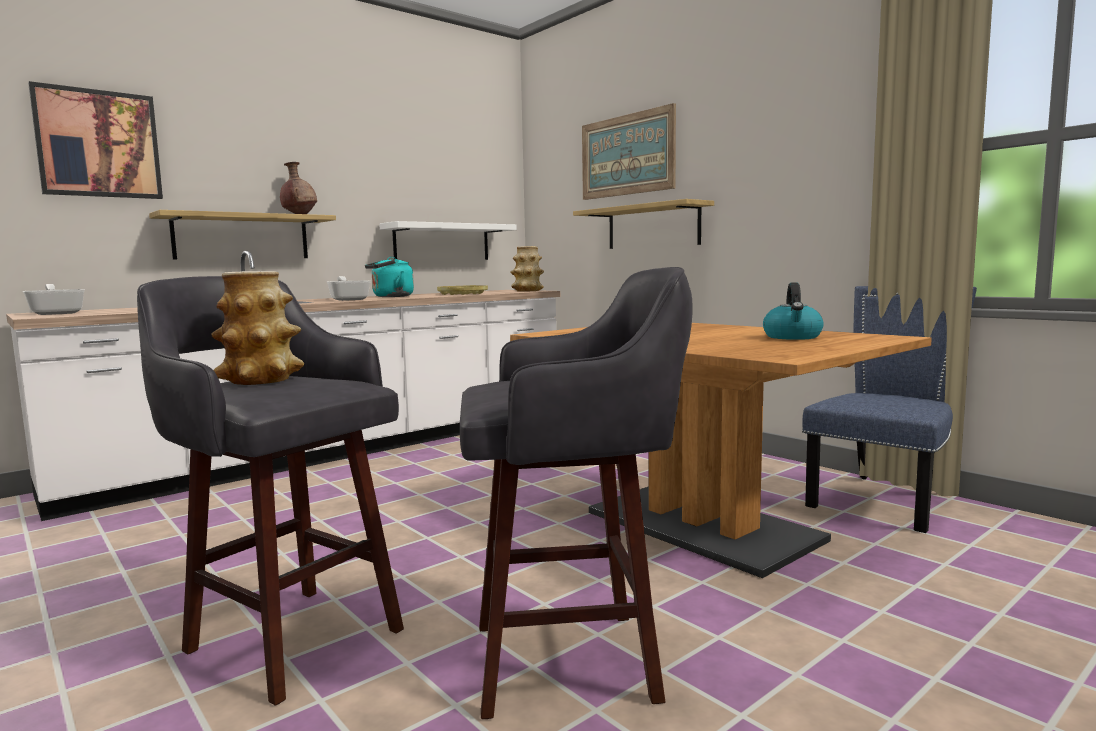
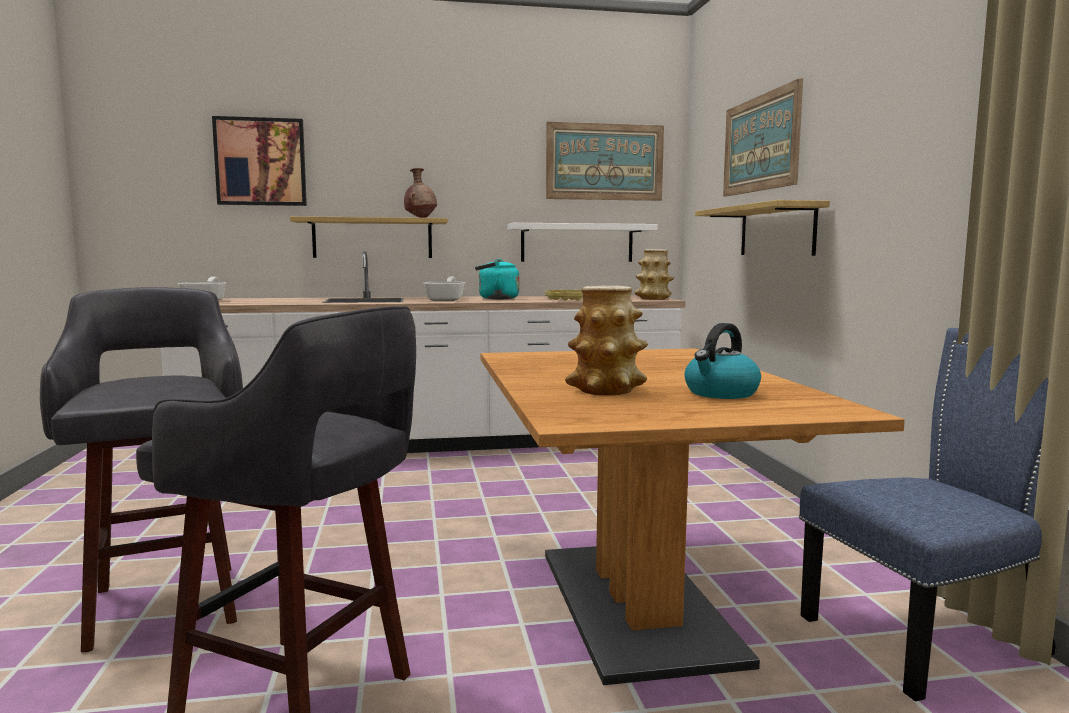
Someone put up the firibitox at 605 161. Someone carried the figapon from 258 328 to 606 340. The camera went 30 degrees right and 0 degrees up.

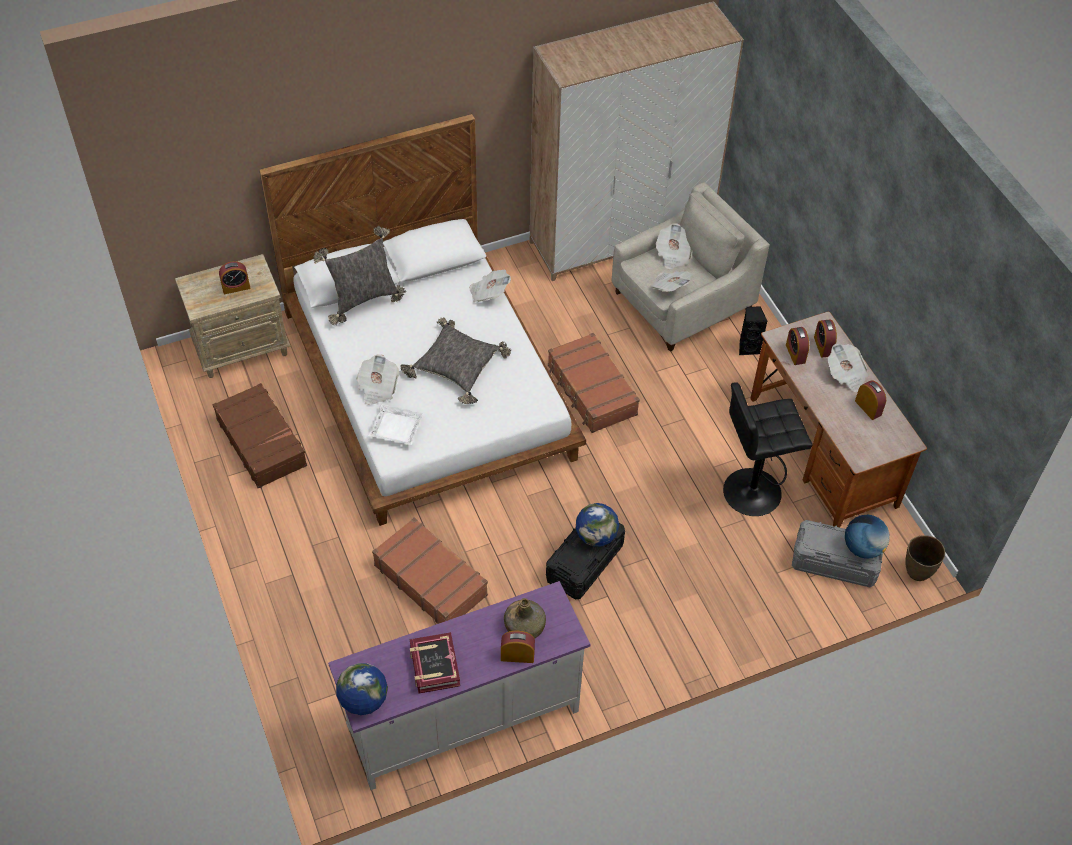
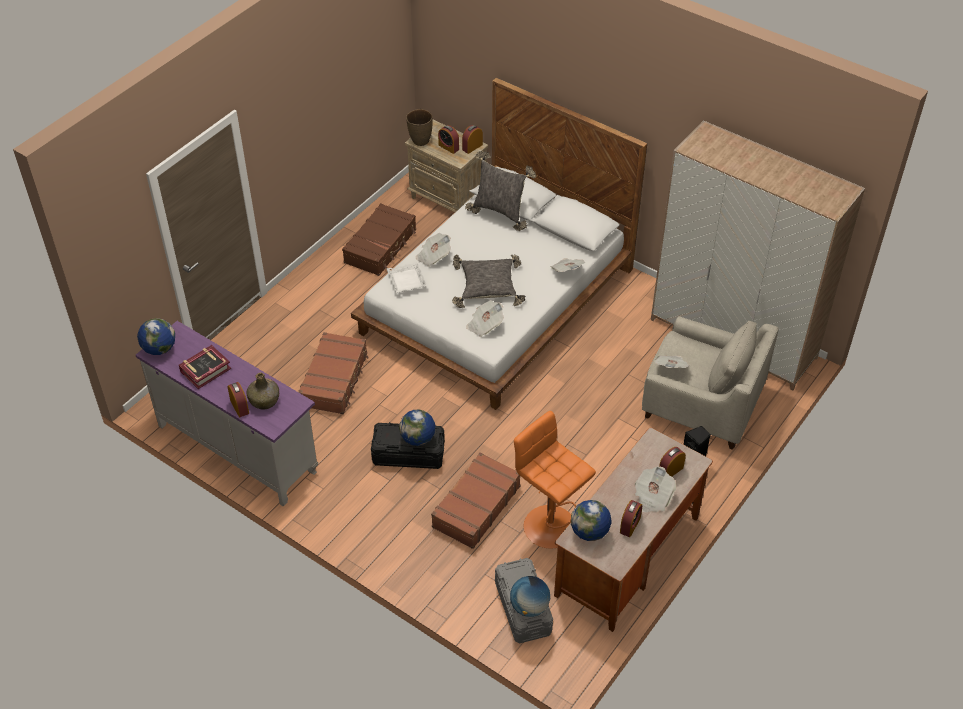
Someone put down the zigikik at 591 520. Someone carried the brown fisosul from 594 383 to 476 500. Someone carried the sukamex from 674 246 to 485 318. Someone carried the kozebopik from 797 346 to 472 139. Someone carried the brown figapon from 925 558 to 419 127. Someone repainted the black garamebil at 767 449, which became the orange garamebil at 555 479. The camera went 60 degrees right and 5 degrees down.

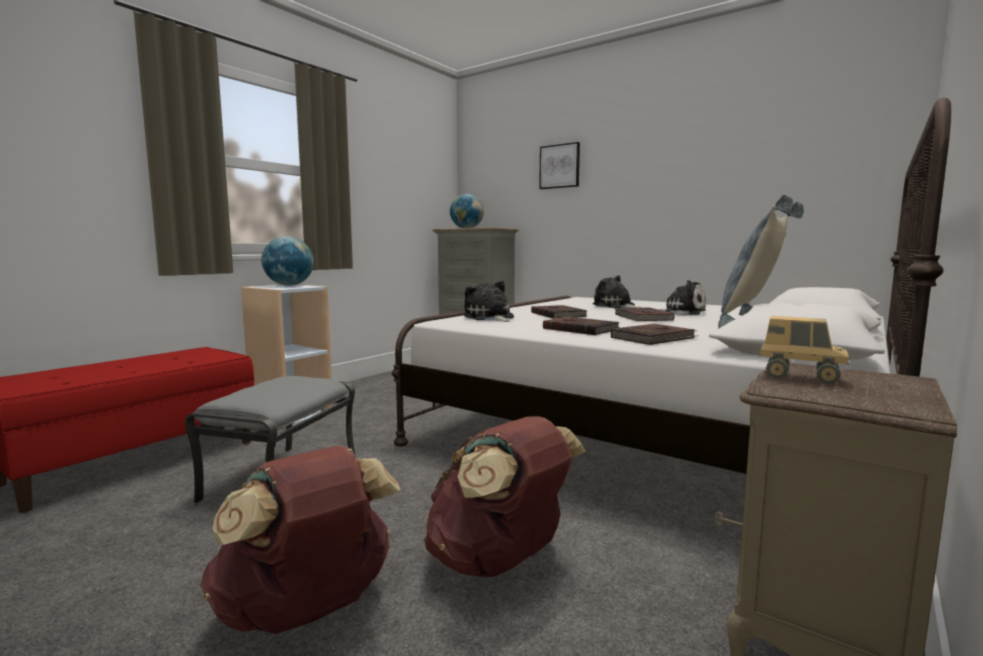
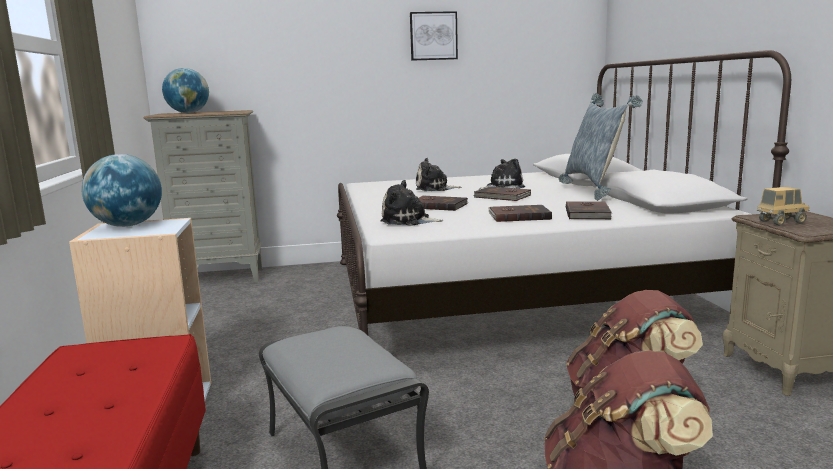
Someone carried the firibitox from 559 165 to 434 36. The camera went 45 degrees left and 5 degrees up.

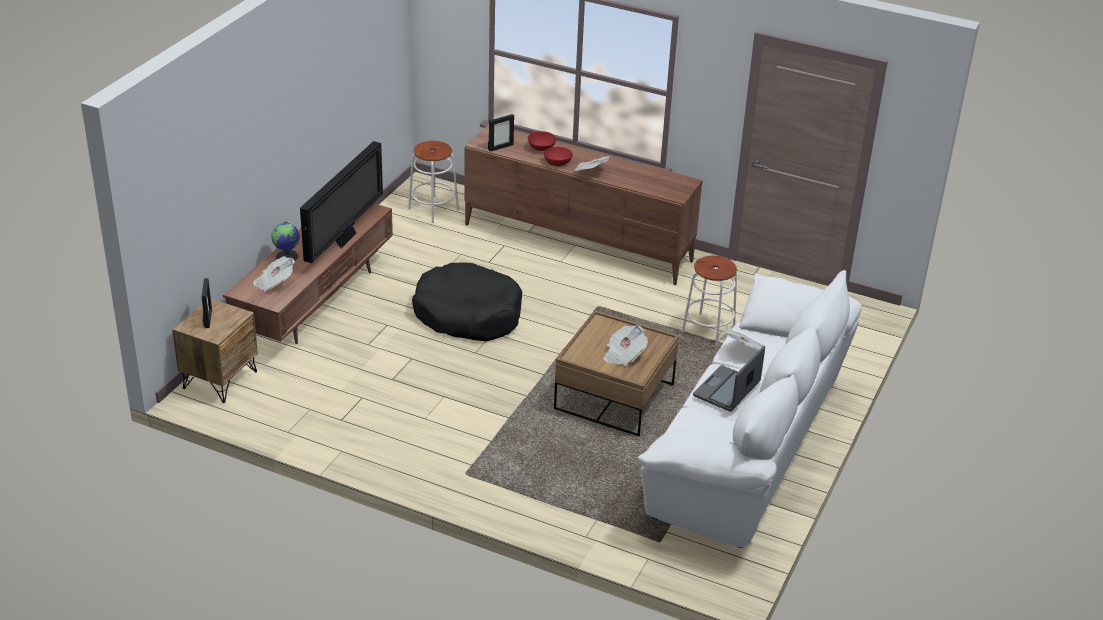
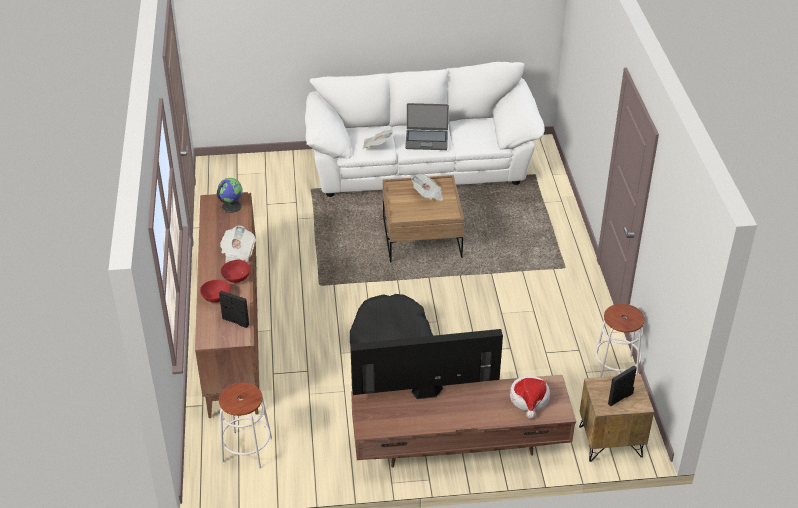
Someone carried the zigikik from 285 241 to 230 195. Someone carried the white garamebil from 709 300 to 620 340. Someone swapped the sukamex at 274 274 for the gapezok at 530 397. The camera went 120 degrees left and 5 degrees up.

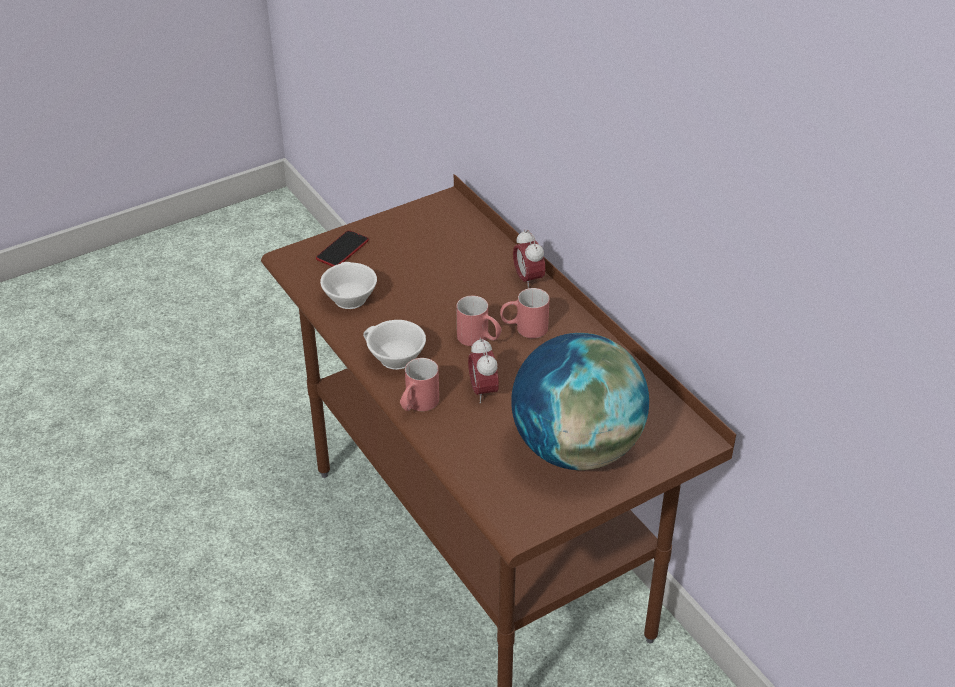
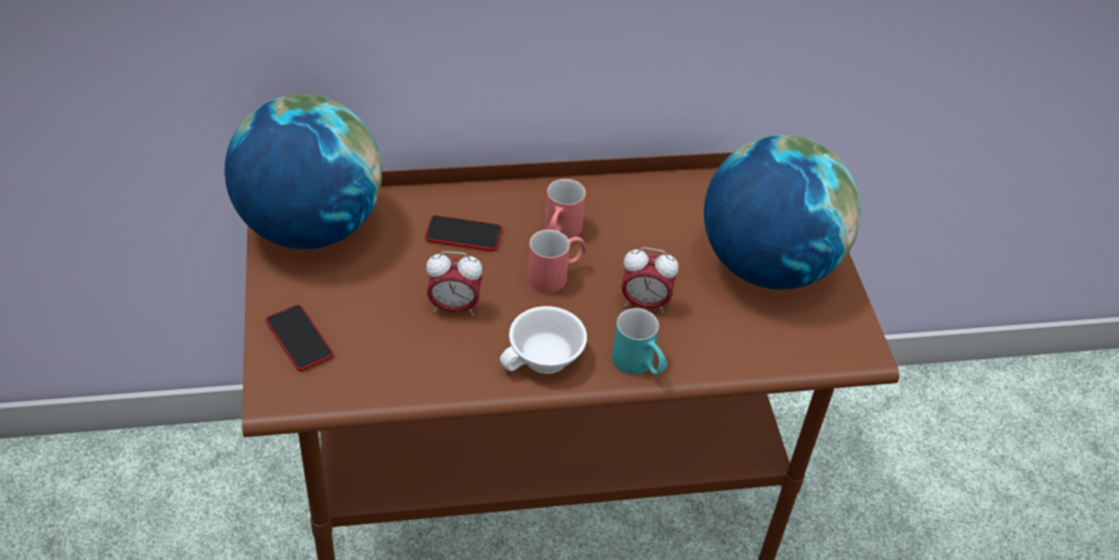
Someone took away the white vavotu at 348 285. Someone put down the zigikik at 303 171. Someone put down the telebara at 463 233. Someone carried the kozebopik from 529 258 to 454 283. Someone repainted the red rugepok at 419 384, which became the turquoise rugepok at 639 341. The camera went 70 degrees left and 5 degrees up.

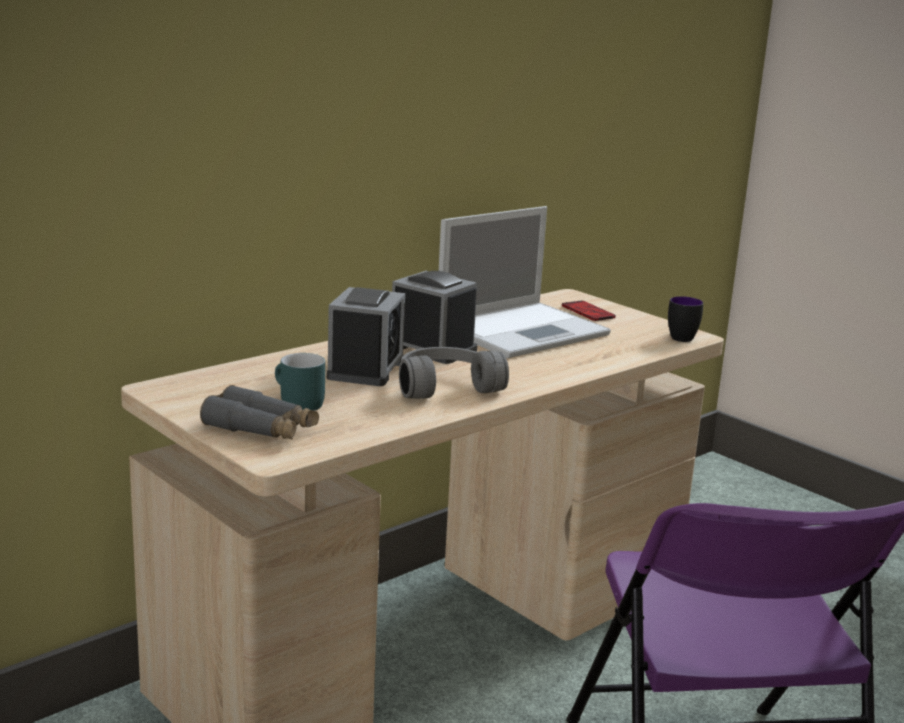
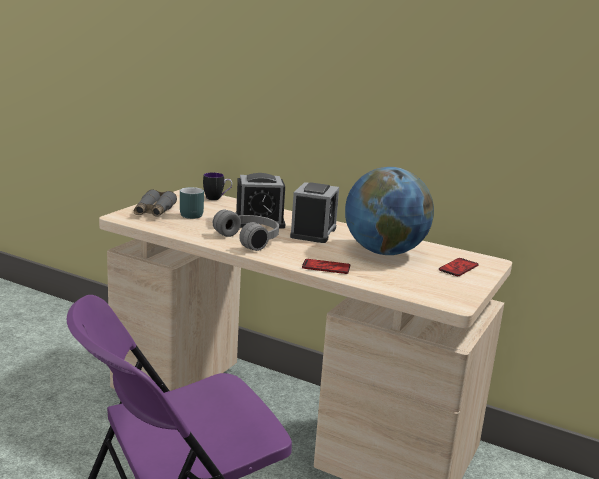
Someone put down the telebara at 326 266. Someone carried the rugepok from 685 319 to 217 186. Someone swapped the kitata at 525 282 for the zigikik at 389 211. The camera went 70 degrees right and 0 degrees up.

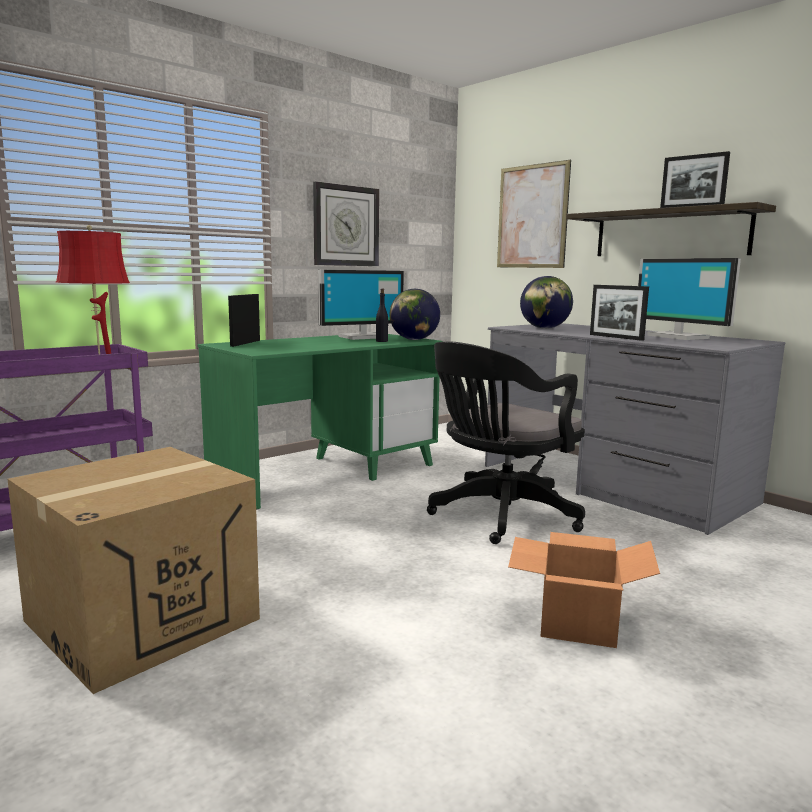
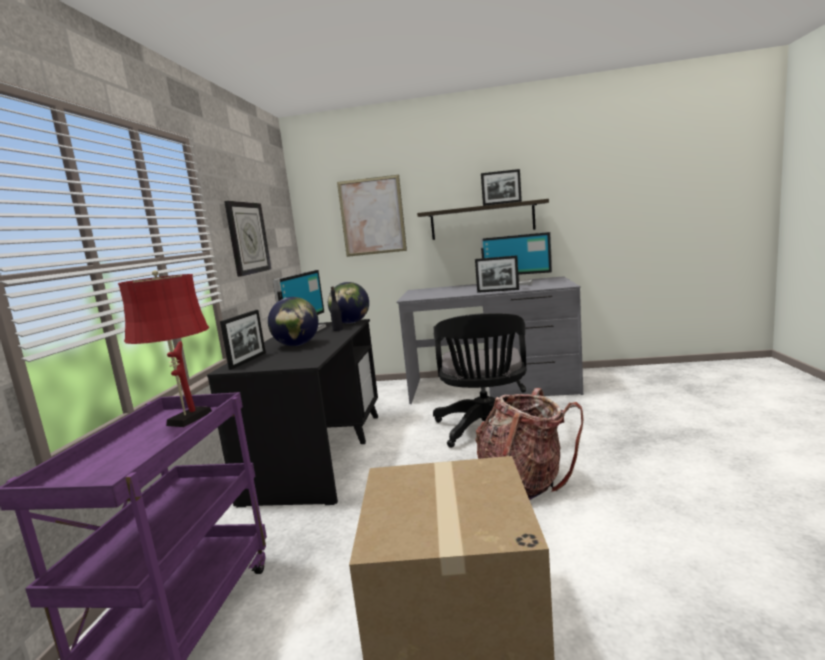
Someone took away the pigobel at 584 590. Someone put down the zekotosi at 529 444. Someone carried the zigikik from 546 302 to 293 321. Someone repainted the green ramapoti at 320 422, which became the black ramapoti at 292 413. Someone rotated the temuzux at 244 320 by 135 degrees counterclockwise. The camera went 40 degrees left and 0 degrees up.

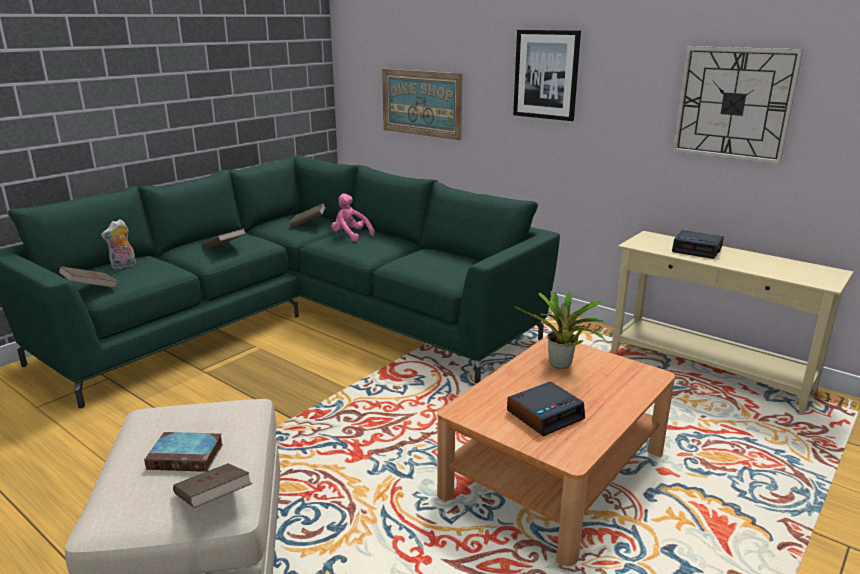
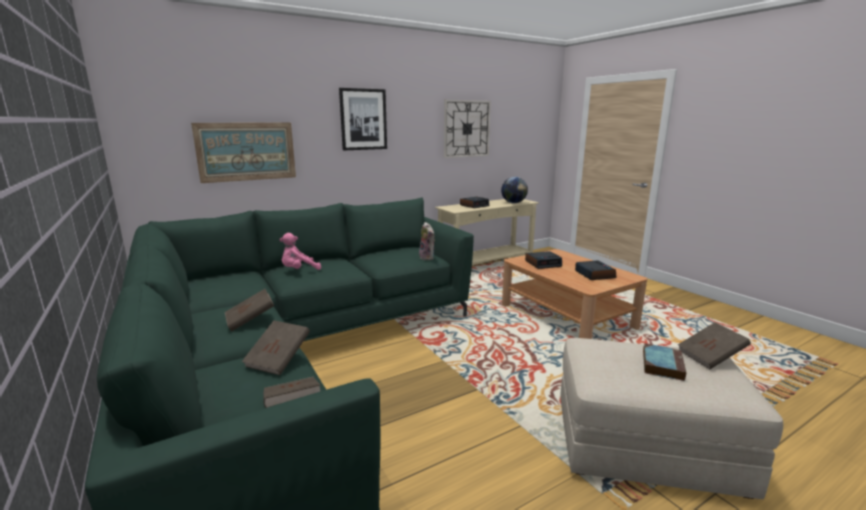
Someone put down the zigikik at 514 190. Someone carried the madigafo from 118 244 to 427 241. Someone carried the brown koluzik from 307 215 to 276 347. Someone swapped the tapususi at 559 330 for the kozebopik at 543 260. The camera went 70 degrees left and 5 degrees down.

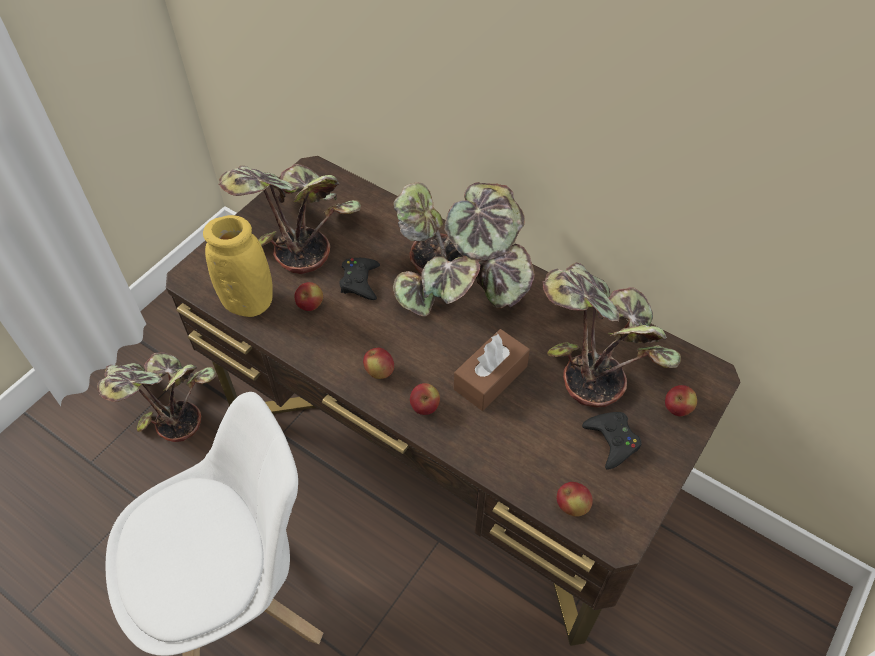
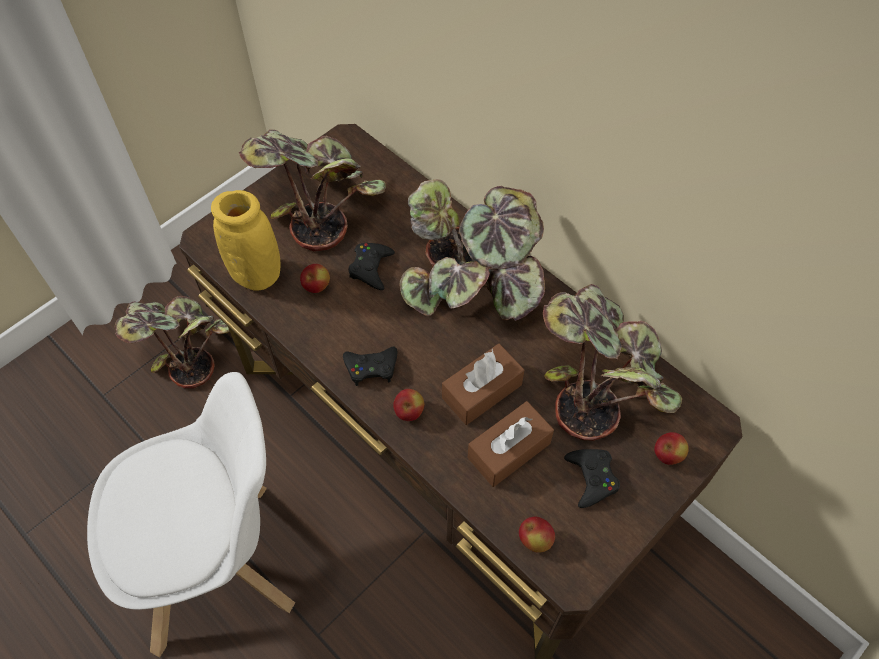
Someone put down the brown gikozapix at 511 444. Someone swapped the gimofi at 378 363 for the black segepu at 370 366. The camera went 10 degrees right and 5 degrees up.

